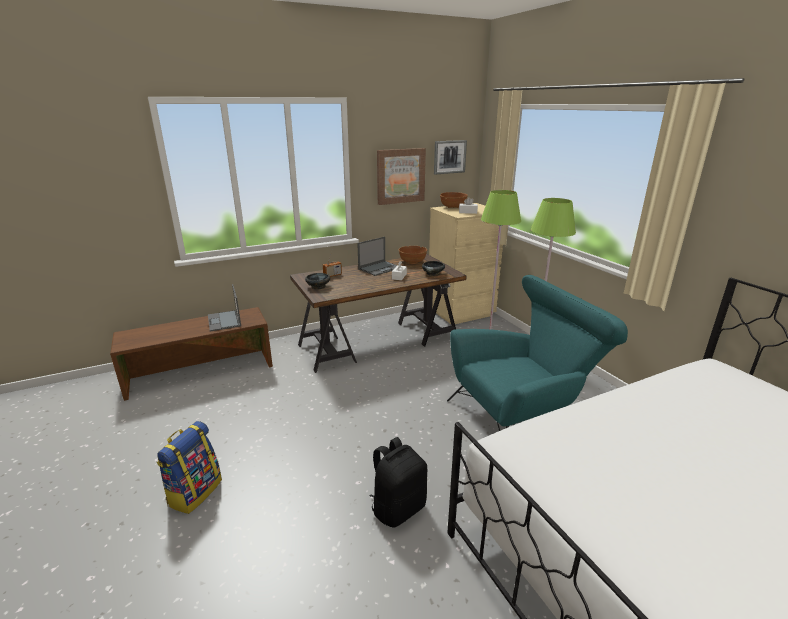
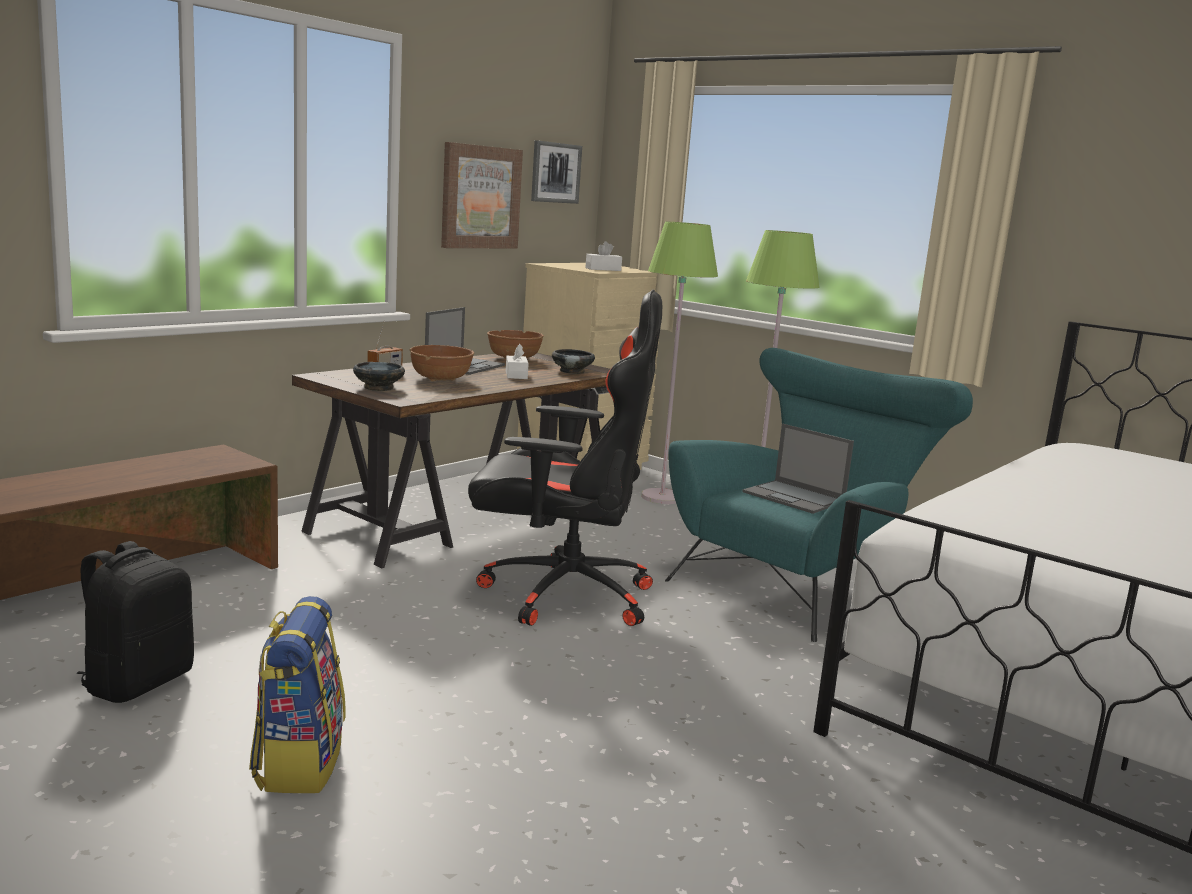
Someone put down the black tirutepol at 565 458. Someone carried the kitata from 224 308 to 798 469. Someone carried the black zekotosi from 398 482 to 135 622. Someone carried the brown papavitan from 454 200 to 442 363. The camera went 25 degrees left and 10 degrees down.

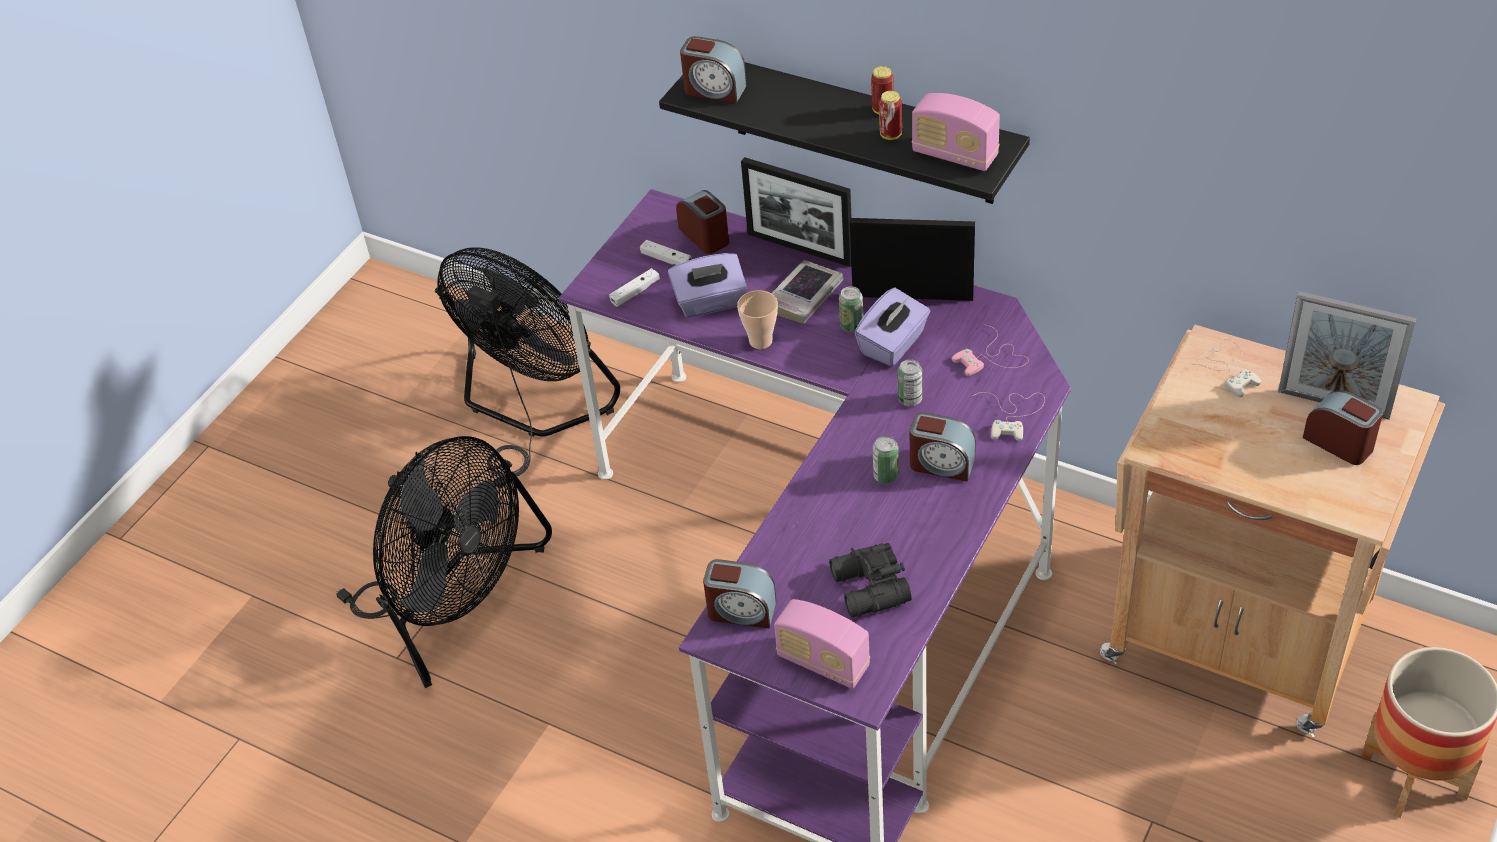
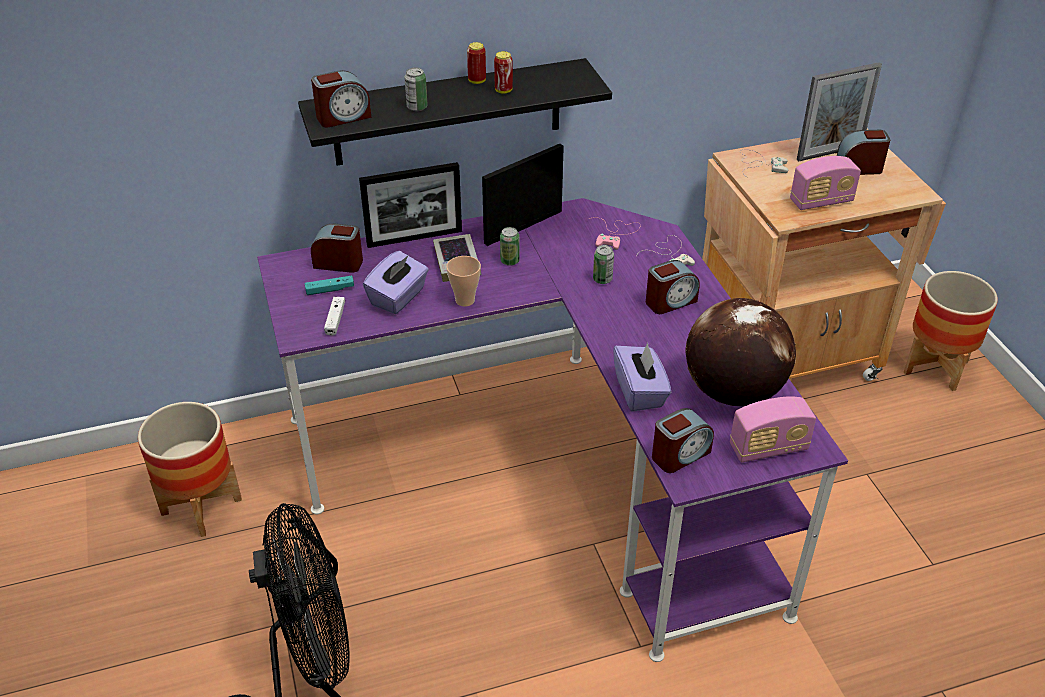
Someone carried the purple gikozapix from 892 327 to 642 377. Someone carried the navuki from 886 460 to 416 89. Someone carried the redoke from 956 132 to 825 183. Someone swapped the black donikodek at 527 367 for the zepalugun at 190 469. Someone swapped the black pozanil at 870 580 for the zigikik at 740 352. Someone repainted the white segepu at 666 252, which became the turquoise segepu at 329 285. The camera went 50 degrees left and 5 degrees down.

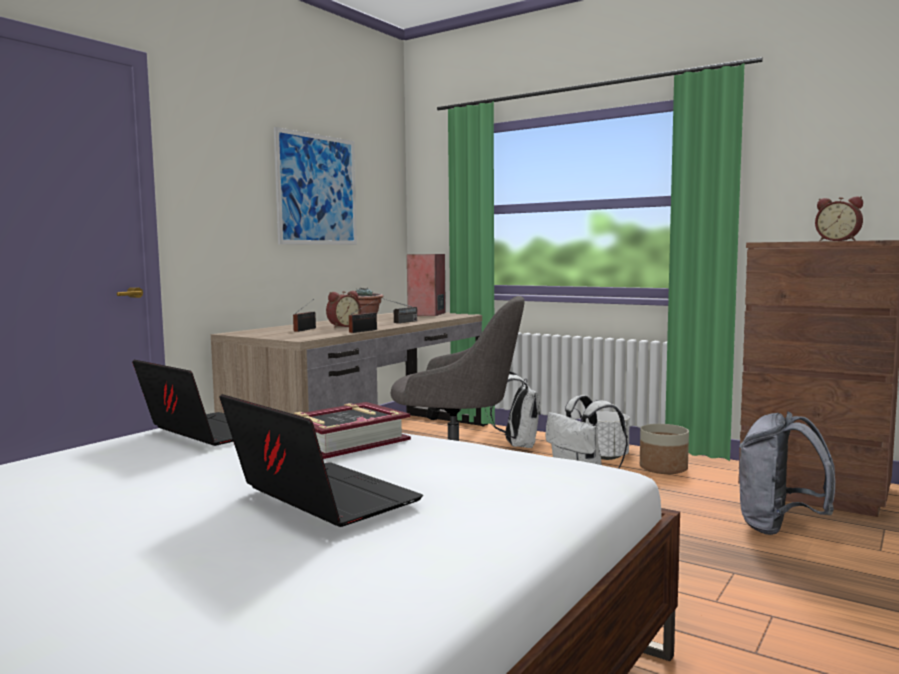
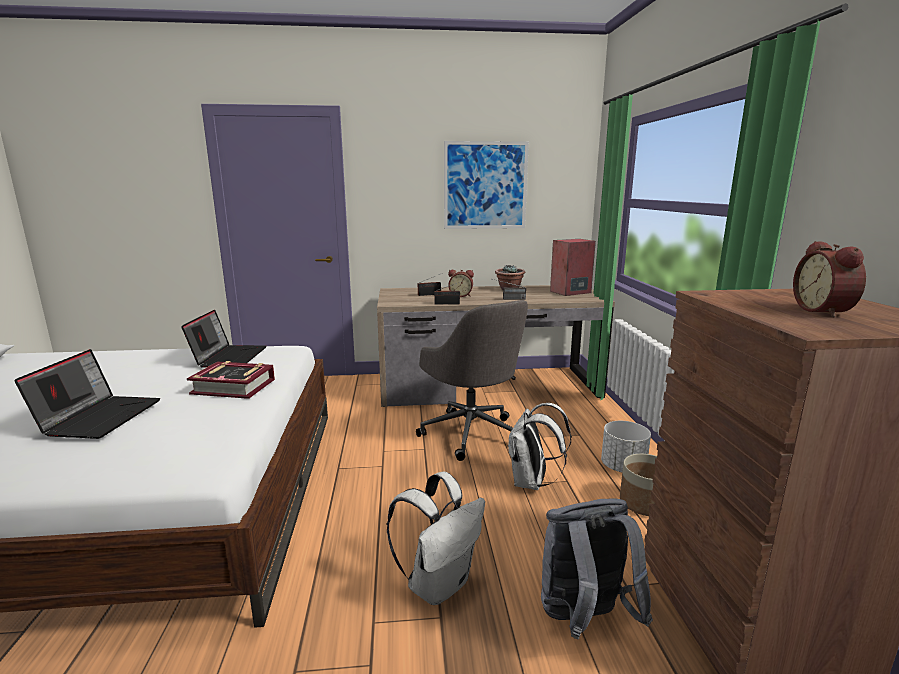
Someone carried the white zekotosi from 512 409 to 436 538. The camera went 50 degrees right and 10 degrees up.

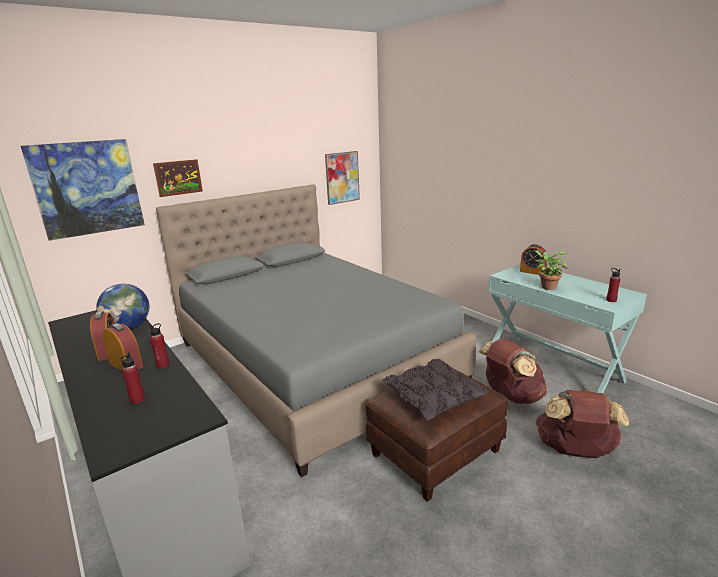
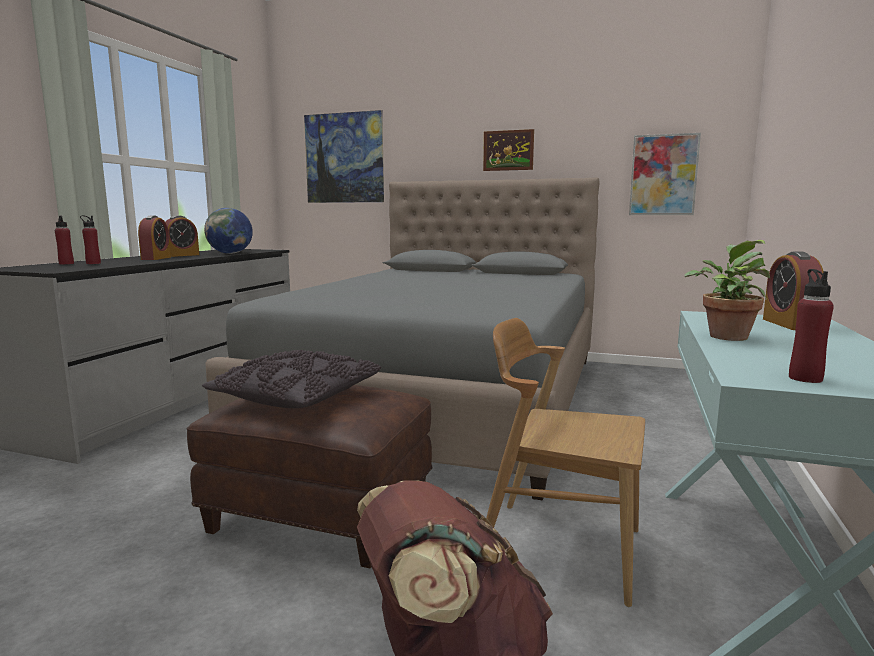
Someone carried the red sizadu from 159 345 to 64 240. Someone carried the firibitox from 178 178 to 508 150. Someone swapped the brown zekotosi at 513 371 for the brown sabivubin at 565 462. The camera went 55 degrees right and 10 degrees down.

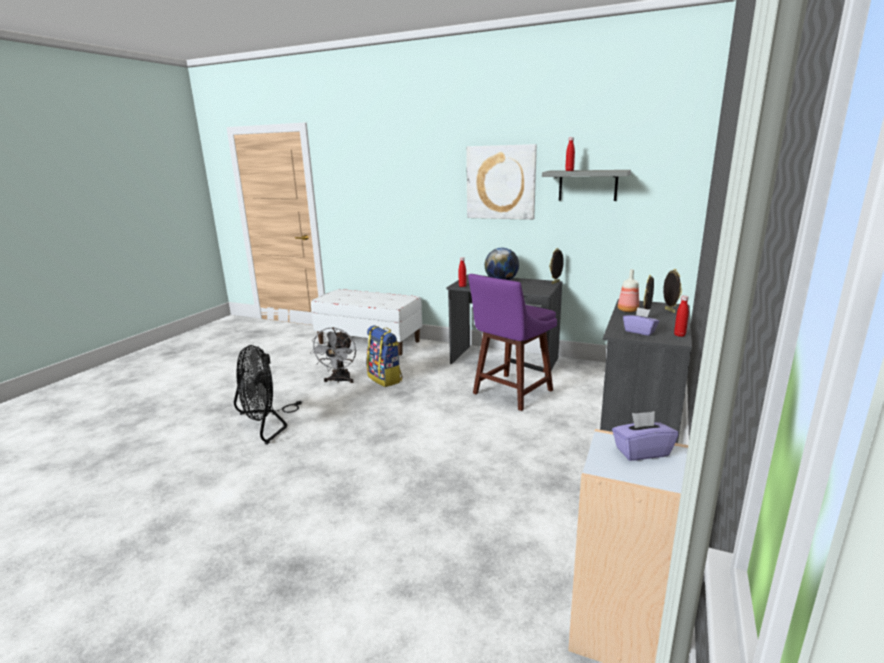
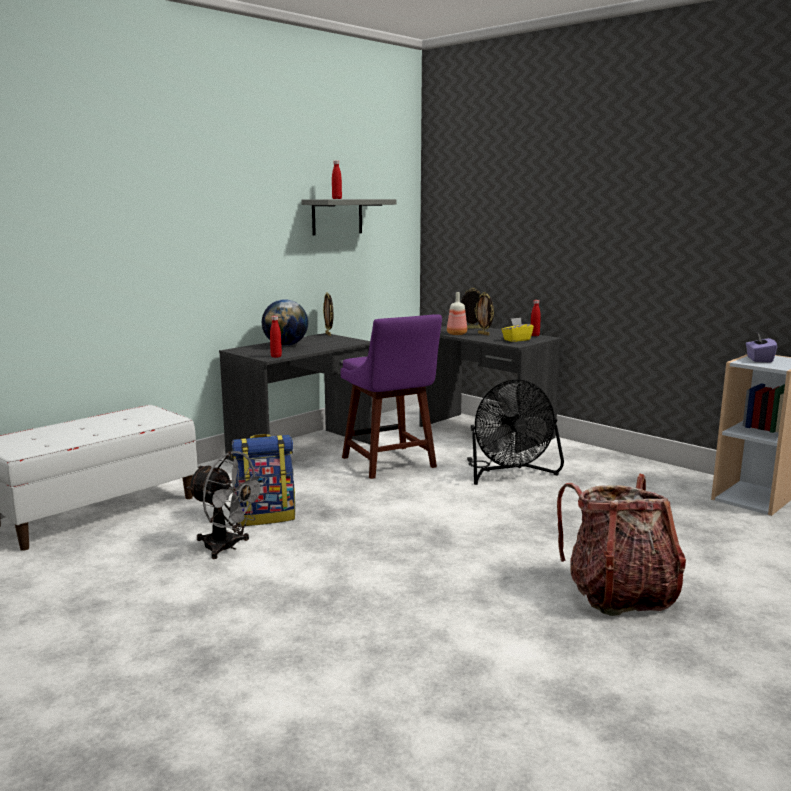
Someone took away the firibitox at 501 182. Someone put down the zekotosi at 621 545. Someone carried the black donikodek from 268 395 to 515 432. Someone repainted the purple gikozapix at 641 321, which became the yellow gikozapix at 517 330. The camera went 70 degrees left and 5 degrees down.

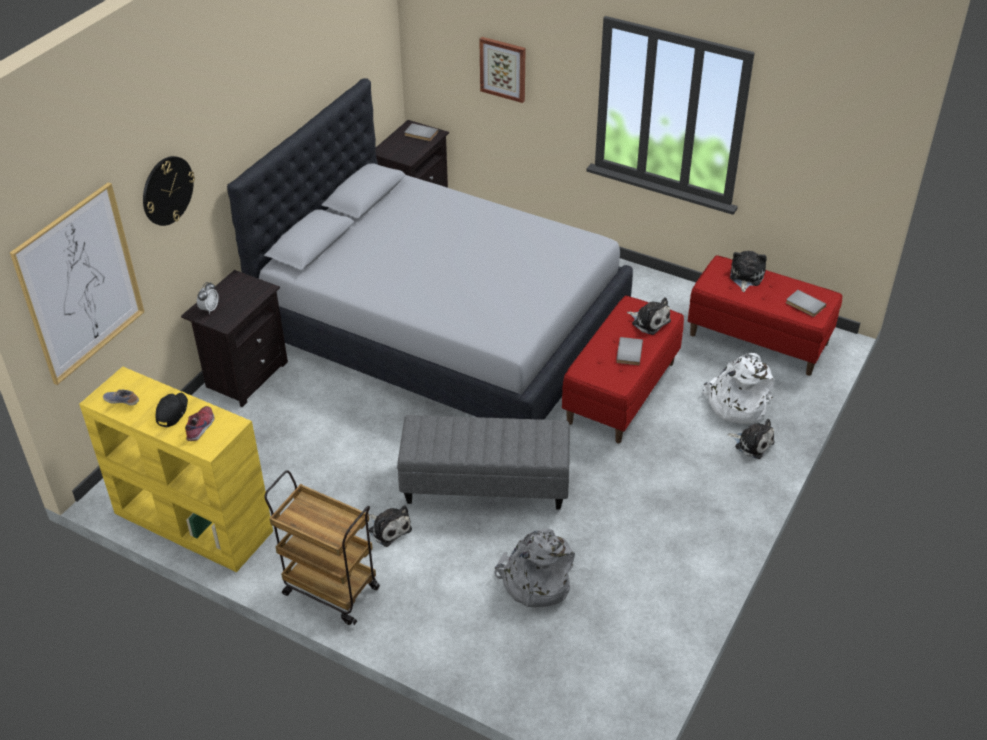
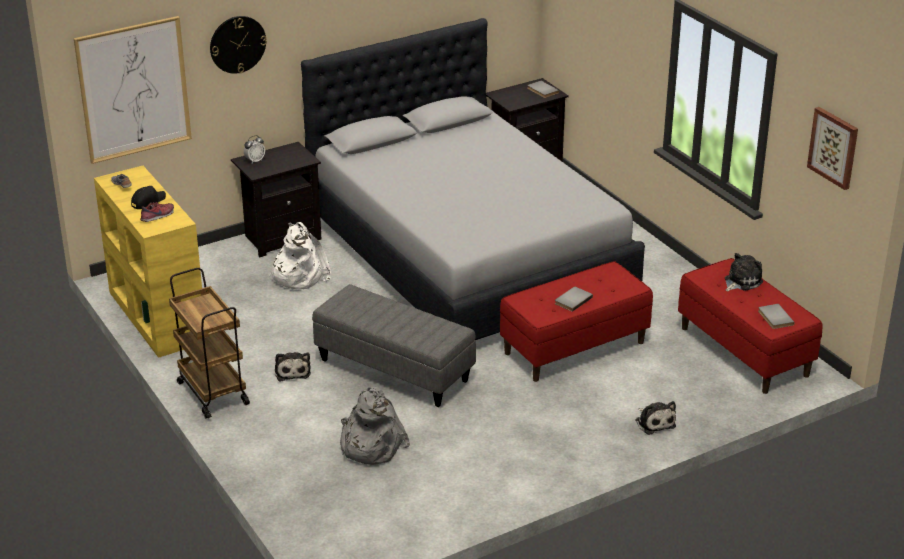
Someone took away the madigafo at 649 316. Someone carried the firibitox from 502 70 to 832 148. Someone carried the white zekotosi from 739 388 to 300 255. The camera went 30 degrees right and 10 degrees down.

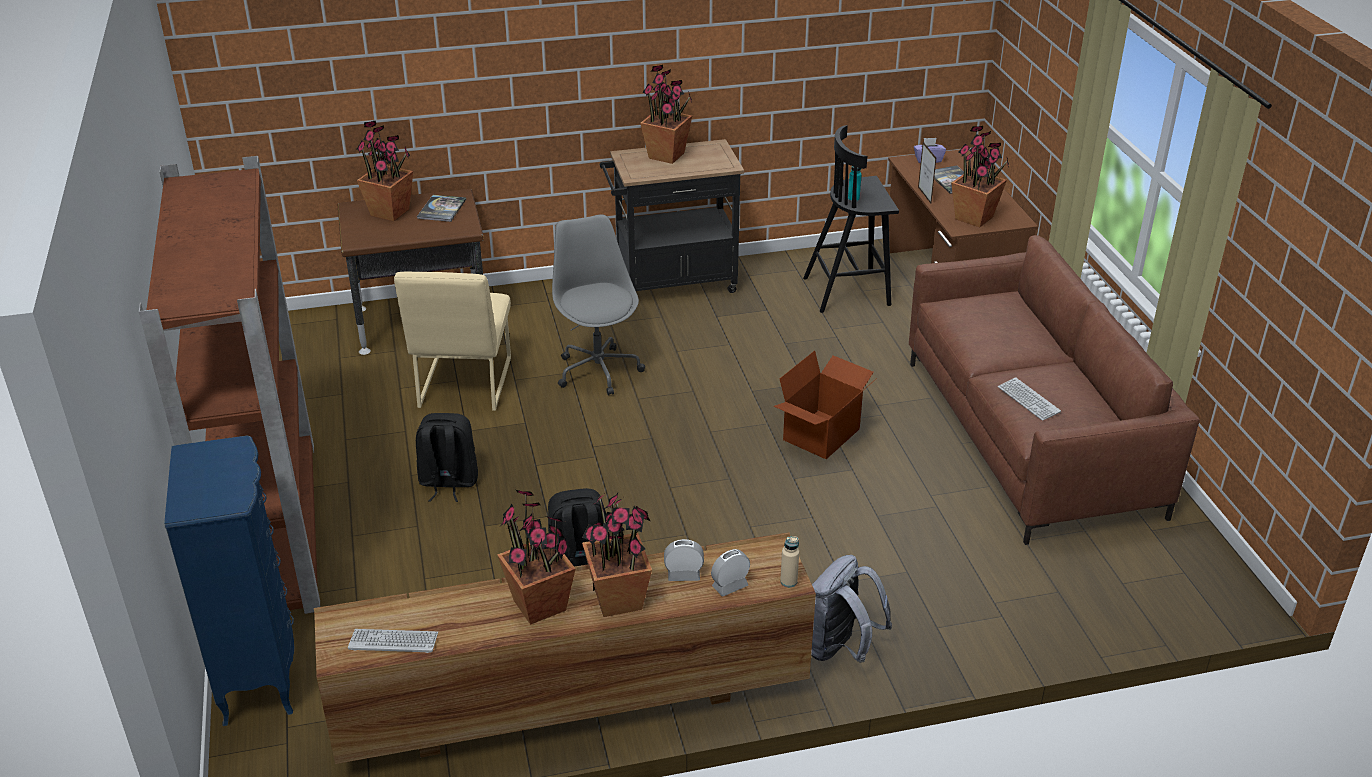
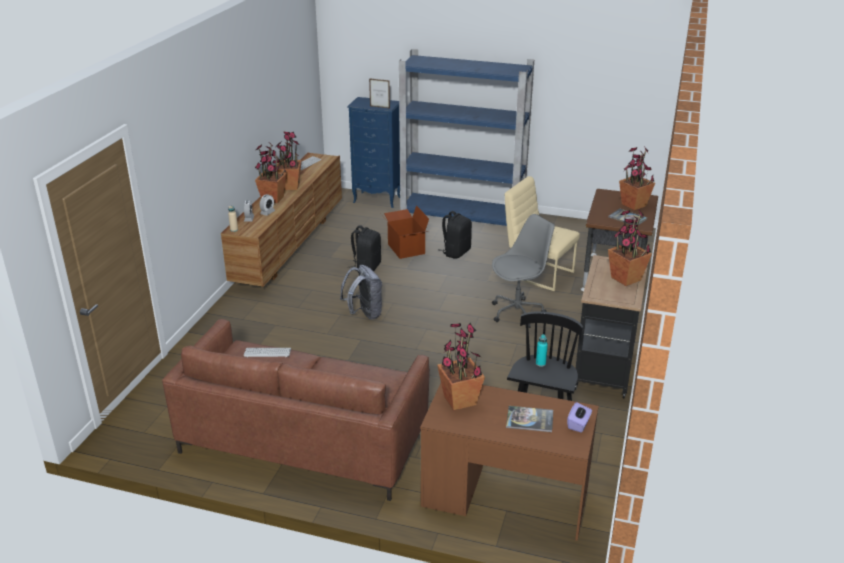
Someone carried the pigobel from 825 405 to 404 232. Someone carried the grey zekotosi from 851 609 to 361 292. Someone carried the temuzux from 927 173 to 379 93. Someone repainted the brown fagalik at 229 385, which became the blue fagalik at 466 137. Someone rotated the grey tirutepol at 598 304 by 45 degrees counterclockwise. The camera went 120 degrees right and 5 degrees down.

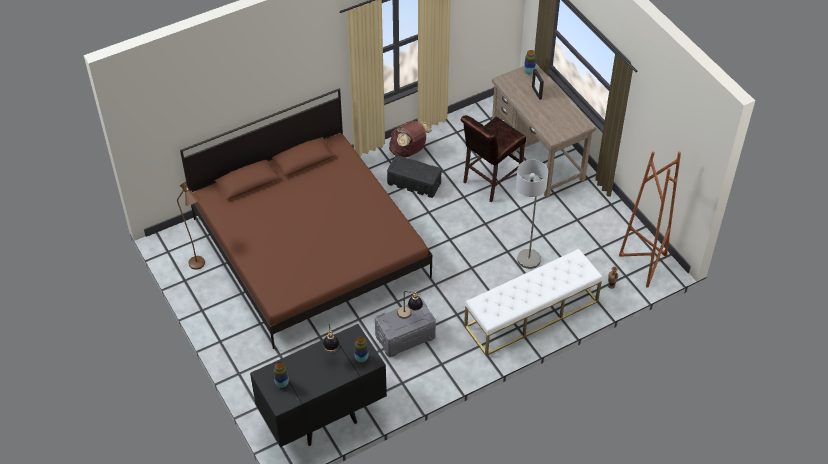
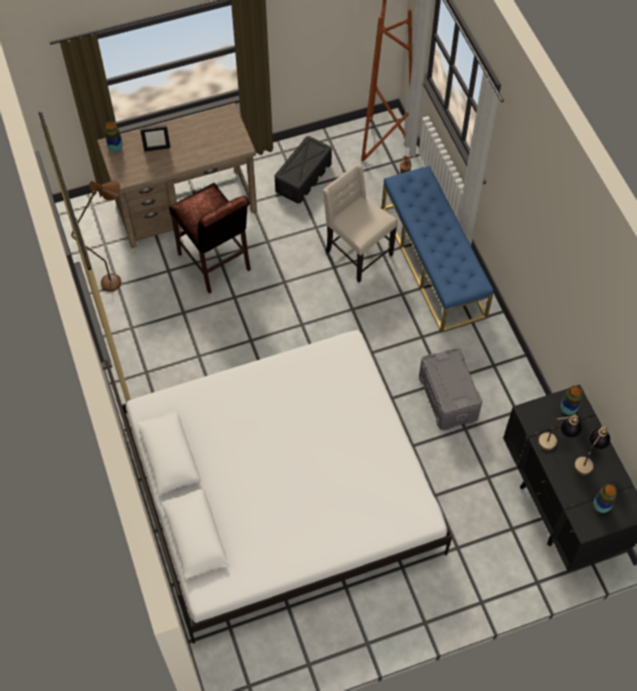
Someone took away the brown zekotosi at 410 139. Someone carried the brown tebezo from 191 225 to 96 236. Someone carried the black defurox from 414 176 to 303 170. Someone carried the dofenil from 410 304 to 591 450. Someone swapped the grey tebezo at 532 214 for the beige sabivubin at 360 223. Someone repainted the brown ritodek at 306 218, which became the white ritodek at 278 487. Someone repainted the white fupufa at 533 302, which became the blue fupufa at 438 249. The camera went 80 degrees left and 10 degrees up.

